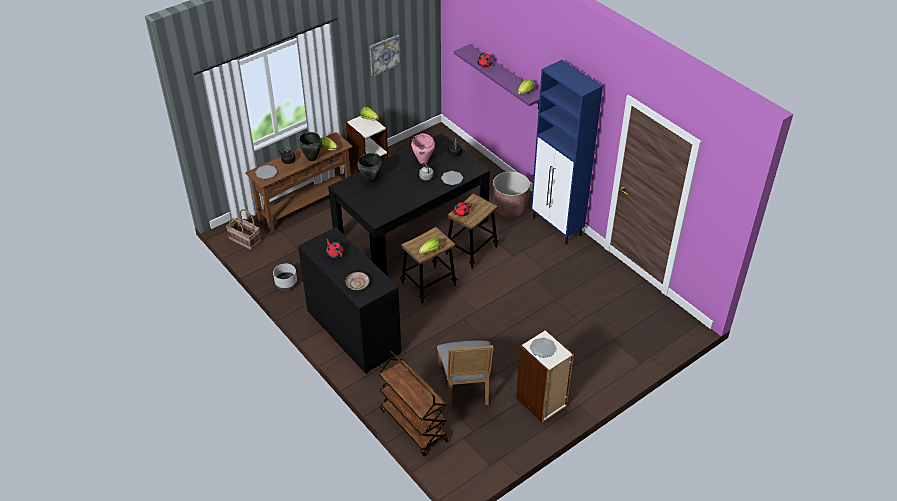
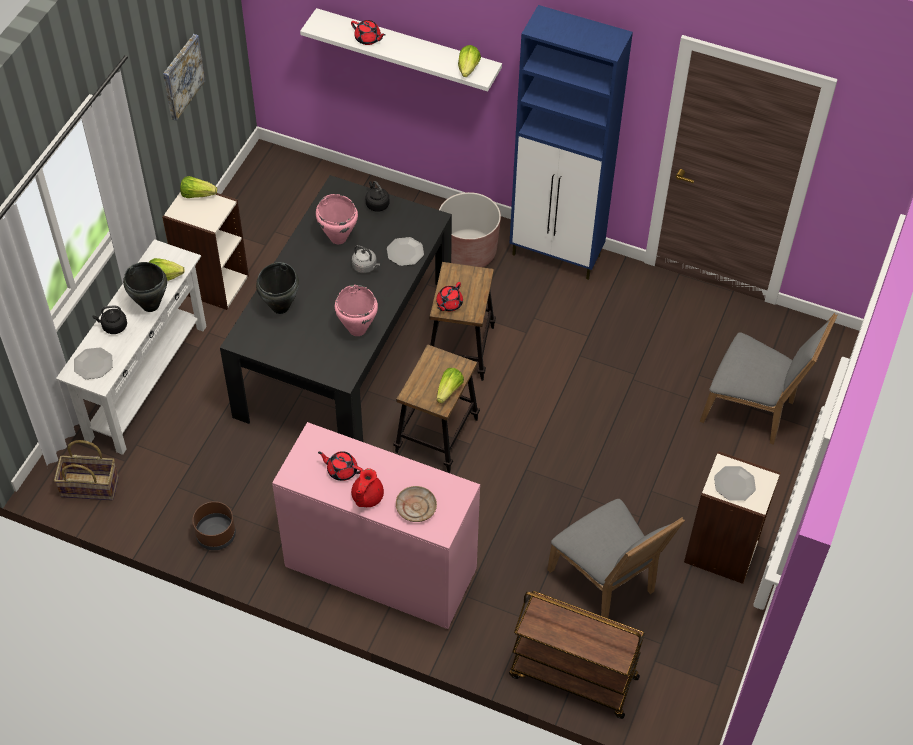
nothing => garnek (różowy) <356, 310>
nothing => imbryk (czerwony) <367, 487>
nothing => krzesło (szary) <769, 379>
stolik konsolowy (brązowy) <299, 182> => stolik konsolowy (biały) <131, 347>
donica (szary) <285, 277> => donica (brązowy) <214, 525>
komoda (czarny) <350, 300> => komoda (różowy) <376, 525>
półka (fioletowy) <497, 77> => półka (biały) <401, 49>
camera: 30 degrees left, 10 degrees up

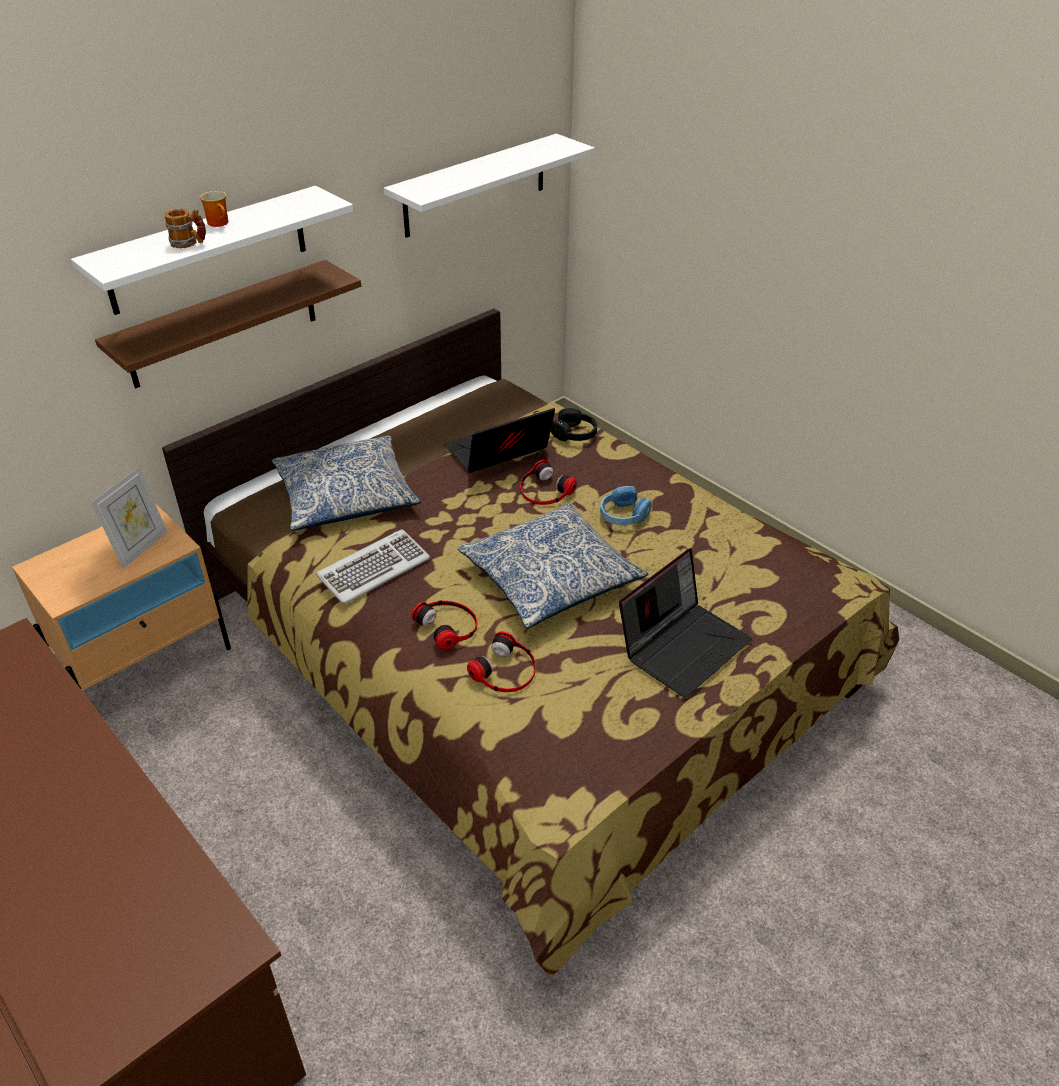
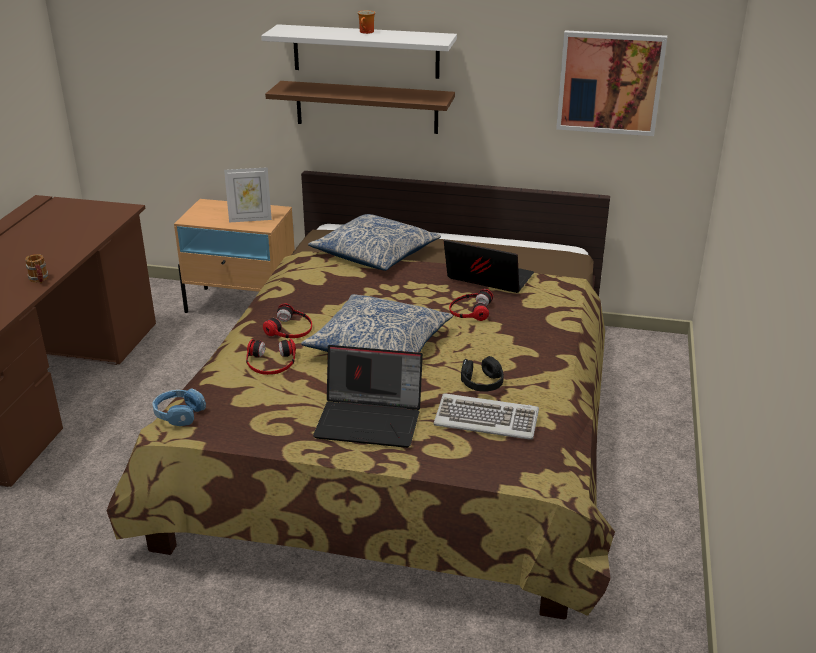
kubek <185, 228> => kubek <37, 269>, shifted
klawiatura <373, 566> => klawiatura <486, 416>, shifted
słuchawki (czarny) <574, 424> => słuchawki (czarny) <482, 374>, shifted
słuchawki (niebieski) <626, 505> => słuchawki (niebieski) <179, 407>, shifted
półka (biały) <489, 186> => obraz <611, 83>
camera: 55 degrees right, 10 degrees down

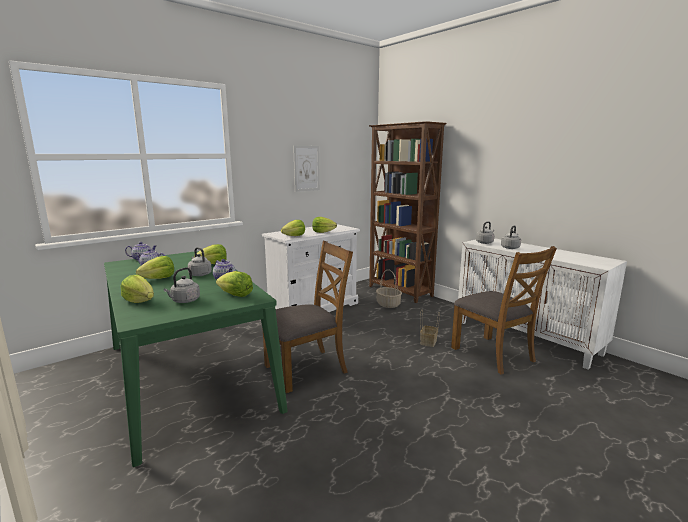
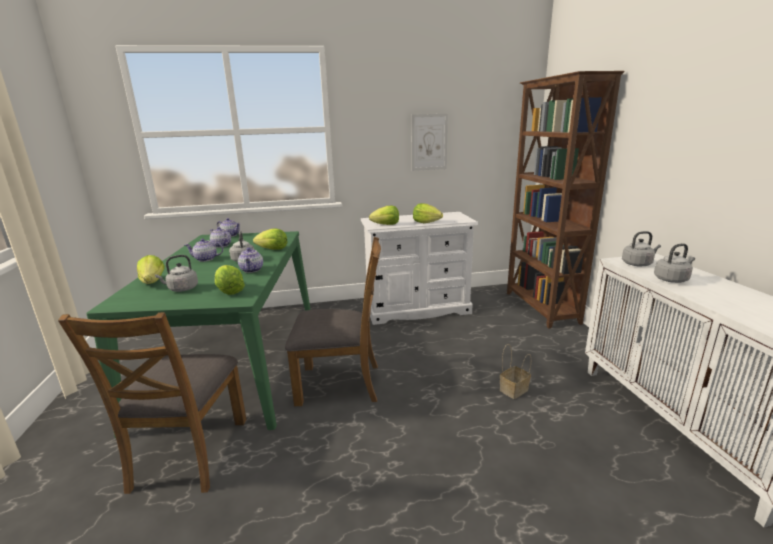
koszyk <389, 288> => nothing
krzesło (brązowy) <504, 310> => krzesło (brązowy) <152, 403>, shifted
sałata <155, 267> => imbryk <204, 250>
camera: 30 degrees right, 5 degrees up

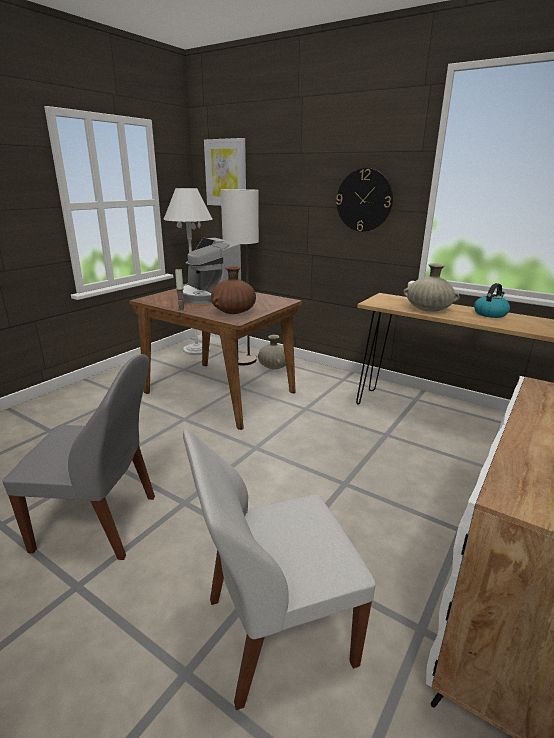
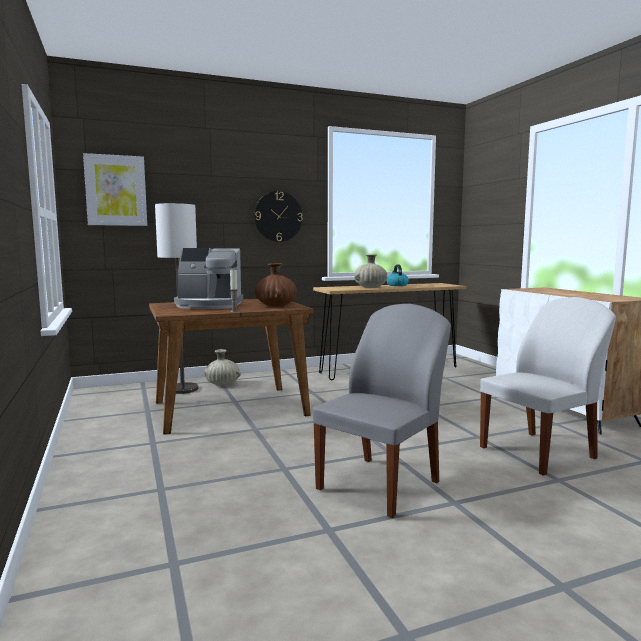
lampa stojąca (biały) <187, 271> => nothing
krzesło (biały) <279, 570> => krzesło (biały) <548, 386>, 135 degrees counterclockwise
camera: 55 degrees left, 15 degrees down

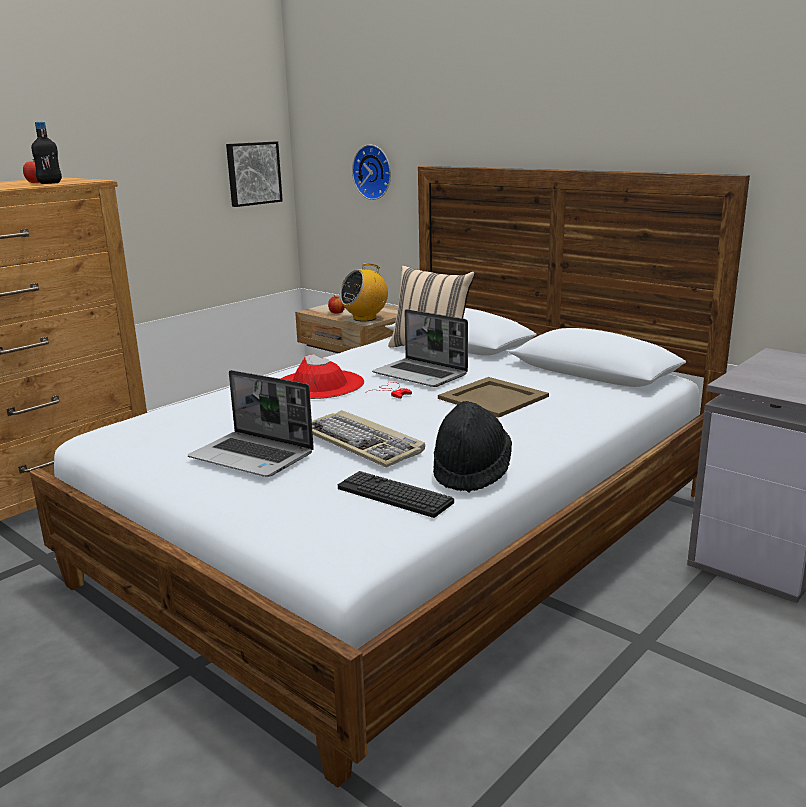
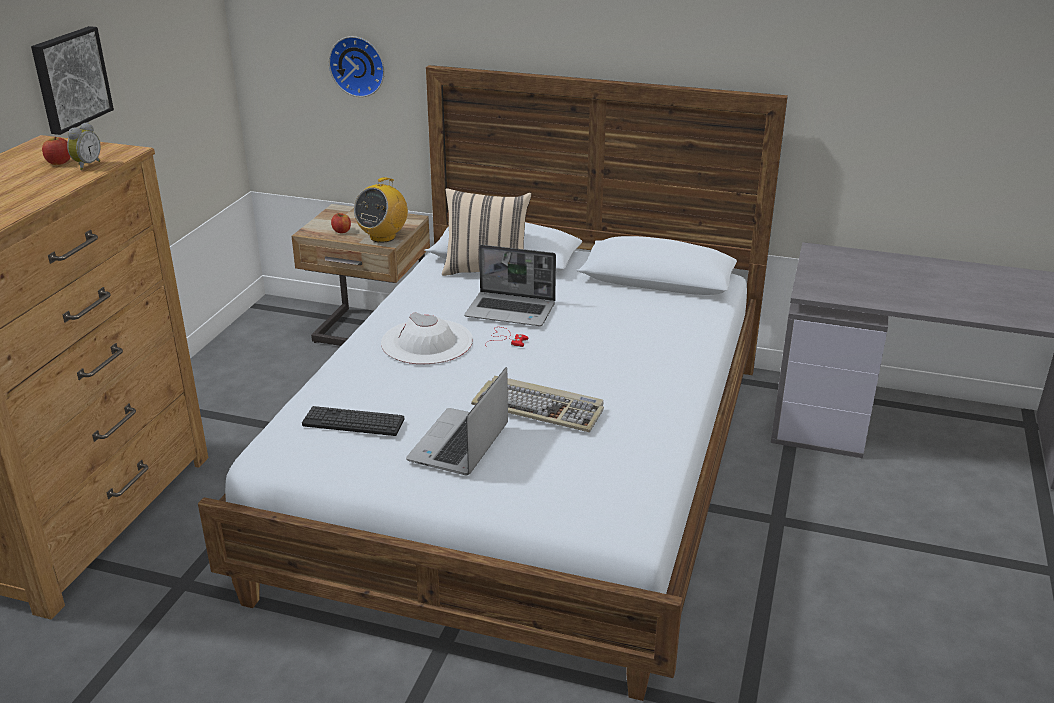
kapelusz (czarny) <472, 447> => nothing
taca (beżowy) <493, 397> => nothing
obraz <254, 174> => obraz <72, 80>, shifted
klawiatura <396, 494> => klawiatura <353, 421>, shifted
butelka (czarny) <46, 153> => budzik <84, 146>
kapelusz (czerwony) <322, 376> => kapelusz (biały) <427, 338>
laptop <251, 423> => laptop <457, 421>, 105 degrees clockwise
camera: 25 degrees left, 10 degrees up

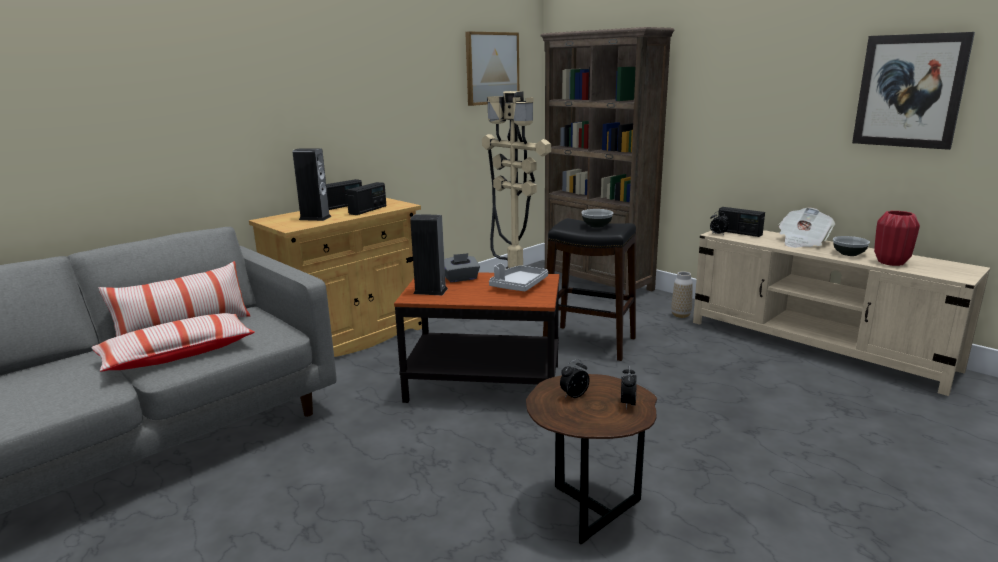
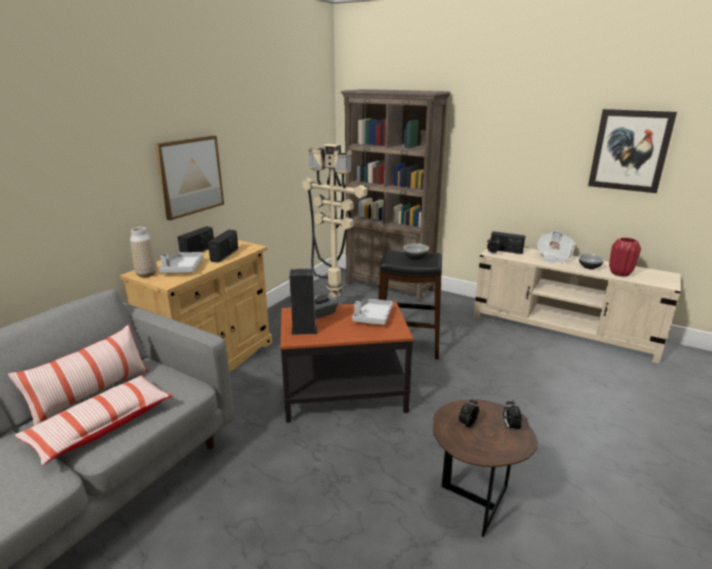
obraz <492, 69> => obraz <189, 178>, shifted
wazon <682, 294> => wazon <143, 252>, shifted
głośnik <312, 184> => taca (szary) <181, 262>
camera: 15 degrees left, 5 degrees up

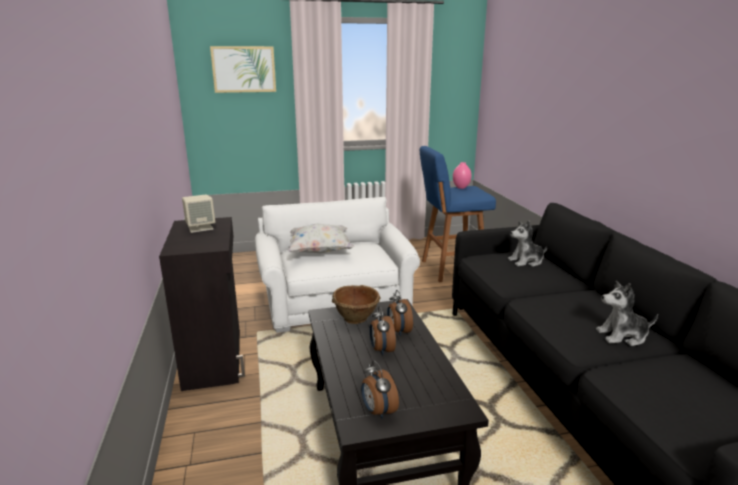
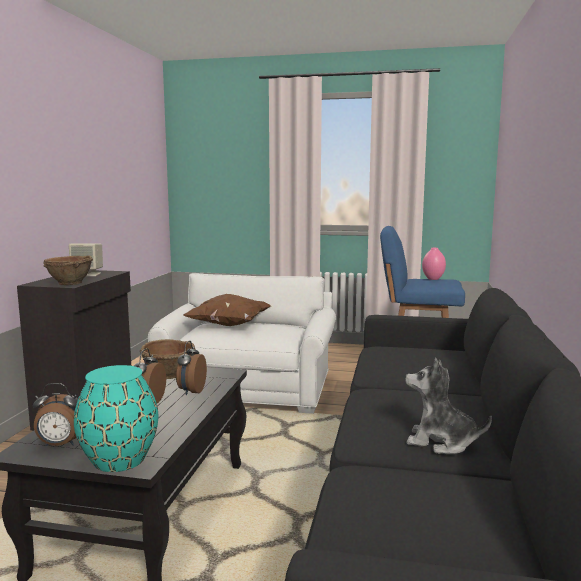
obraz <243, 69> => nothing
pluszak <527, 243> => nothing
nothing => miska (brązowy) <68, 270>
nothing => wazon (turkusowy) <116, 418>
poduszka (biały) <321, 238> => poduszka (brązowy) <227, 310>
budzik <380, 390> => budzik <55, 414>, 90 degrees counterclockwise
camera: 25 degrees right, 10 degrees down

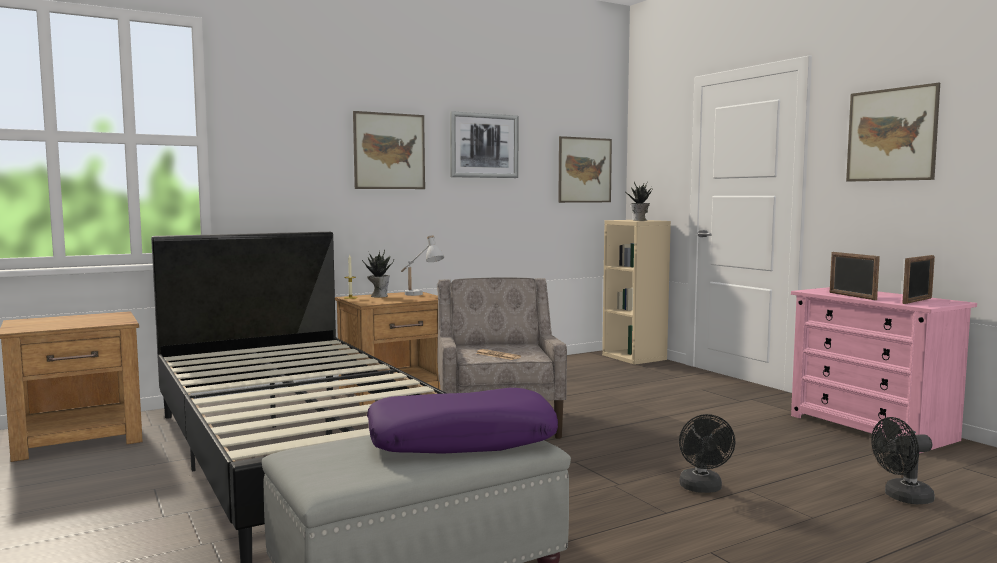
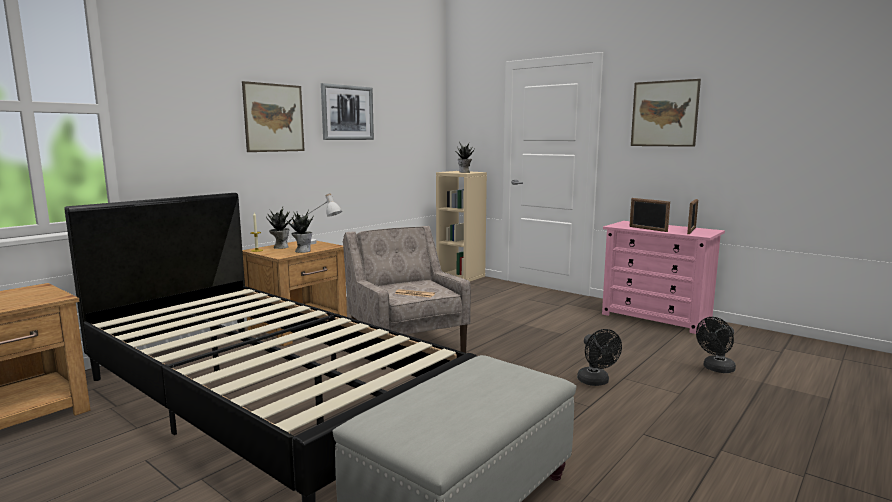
poduszka (fioletowy) <462, 421> => nothing
obraz <585, 169> => nothing
nothing => roślina doniczkowa <299, 231>
camera: 20 degrees left, 5 degrees up

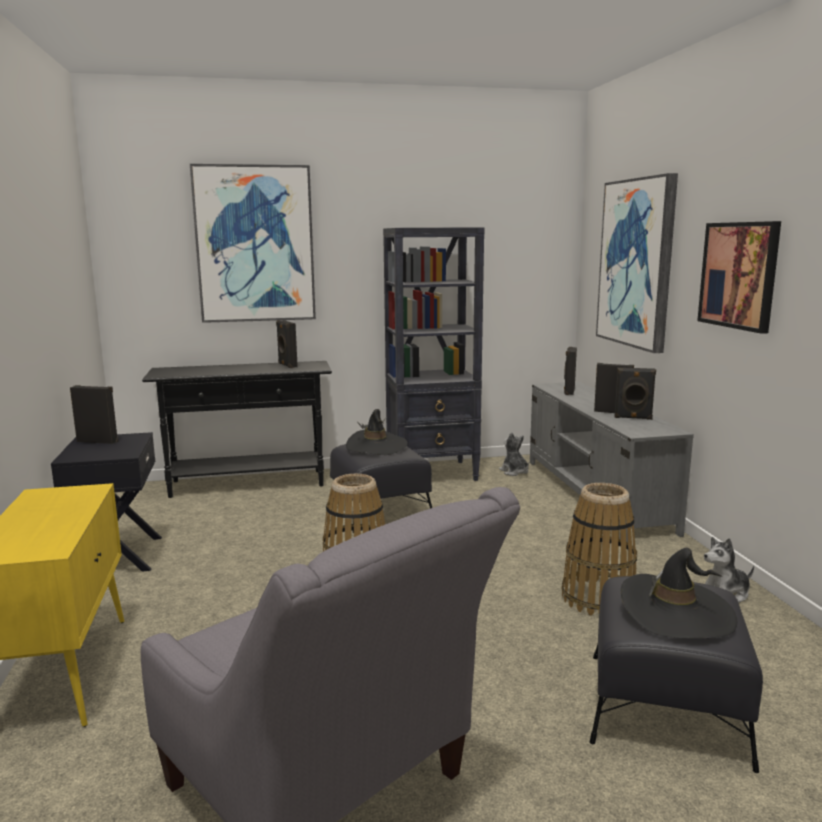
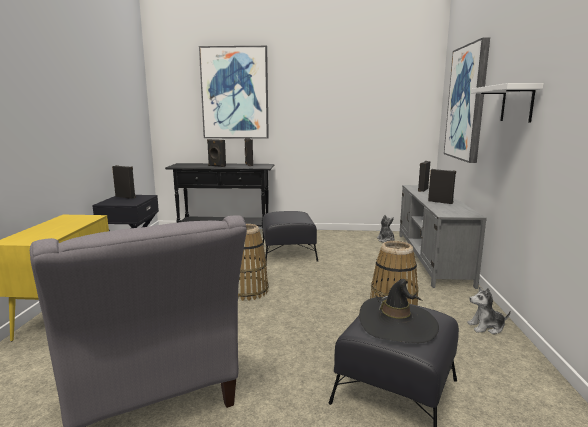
kapelusz (czarny) <377, 432> => nothing
regał (czarny) <434, 354> => nothing
głośnik (czarny) <635, 393> => głośnik (czarny) <216, 153>, shifted
obraz <739, 277> => półka (biały) <507, 103>
camera: 15 degrees right, 0 degrees up

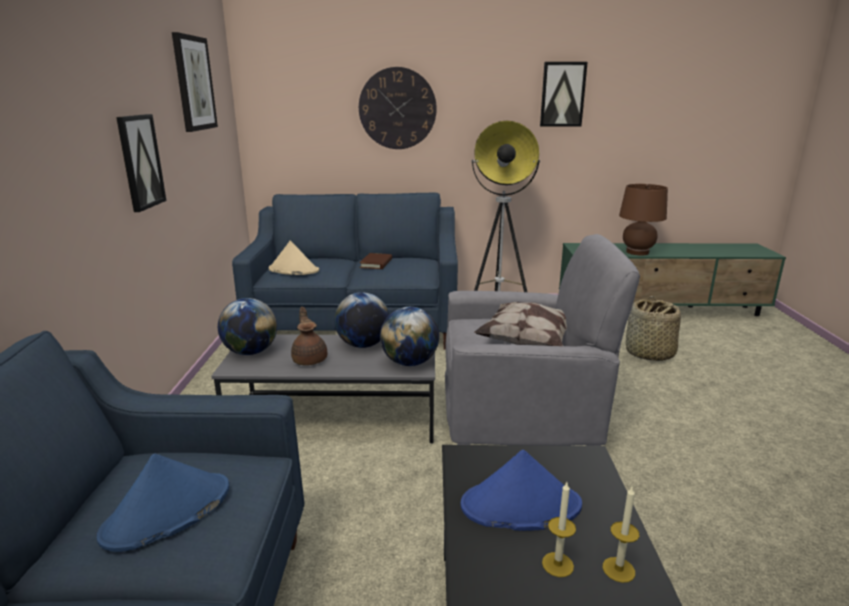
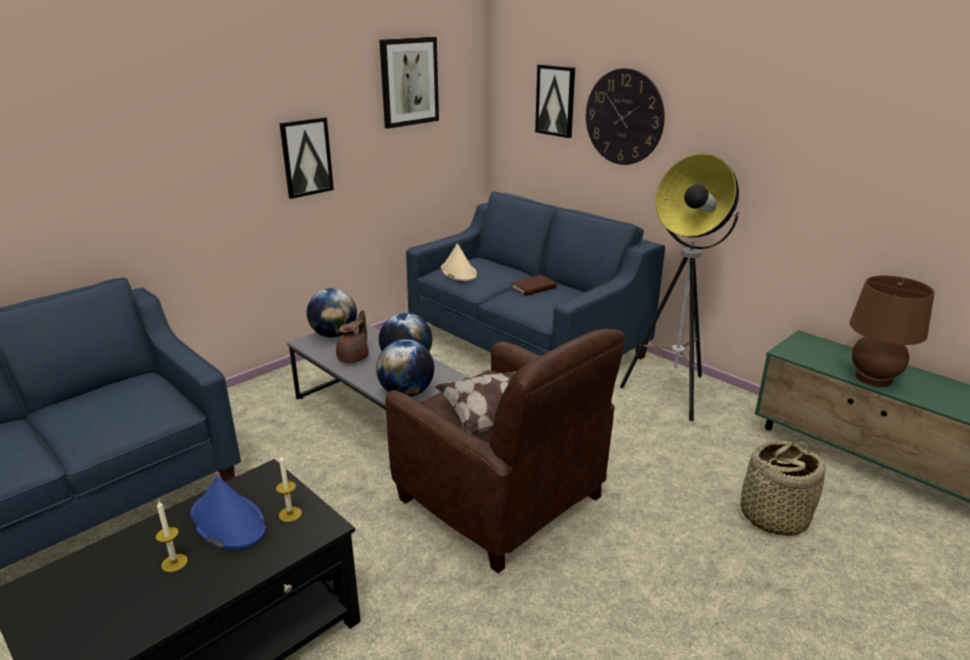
kapelusz (niebieski) <163, 502> => nothing
obraz <564, 94> => obraz <555, 101>, shifted
świeca <621, 535> => świeca <289, 488>, shifted
fotel (szary) <542, 340> => fotel (brązowy) <505, 451>
camera: 45 degrees right, 5 degrees up

